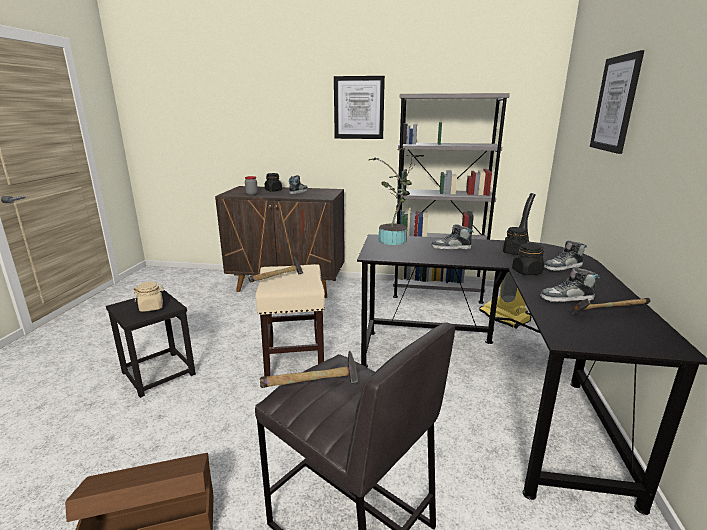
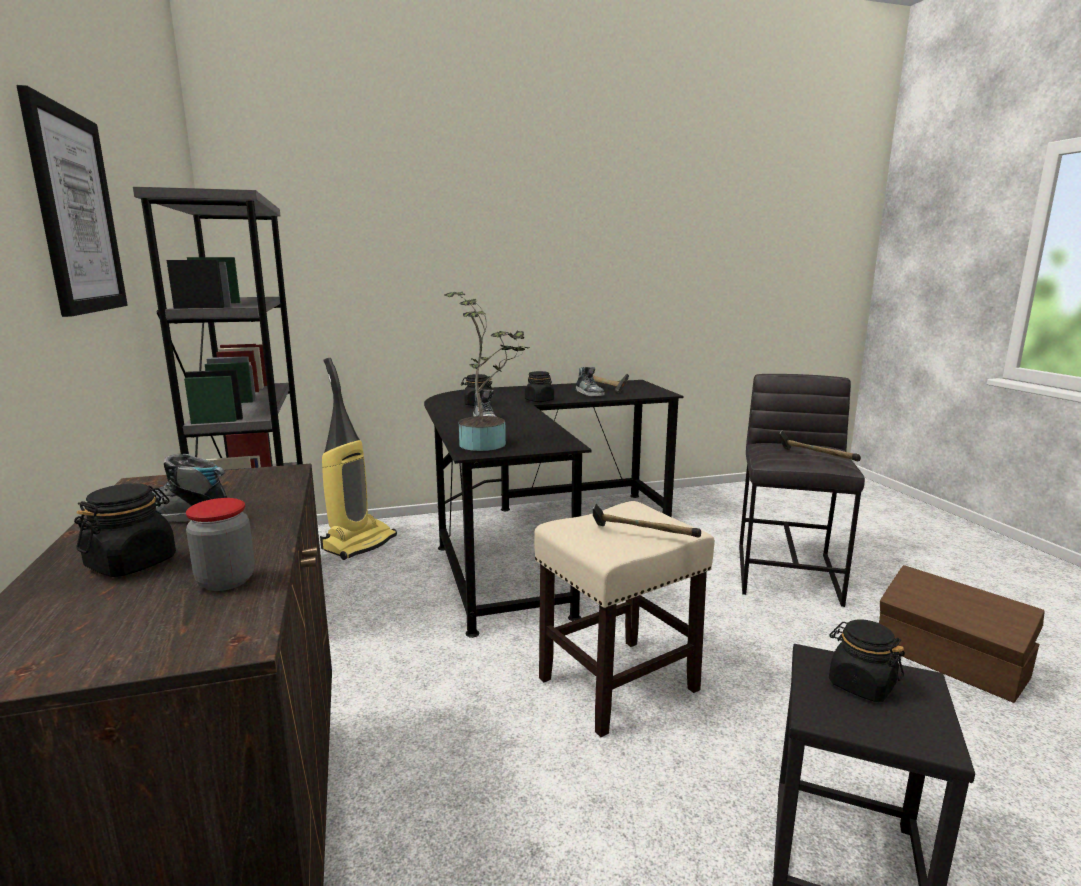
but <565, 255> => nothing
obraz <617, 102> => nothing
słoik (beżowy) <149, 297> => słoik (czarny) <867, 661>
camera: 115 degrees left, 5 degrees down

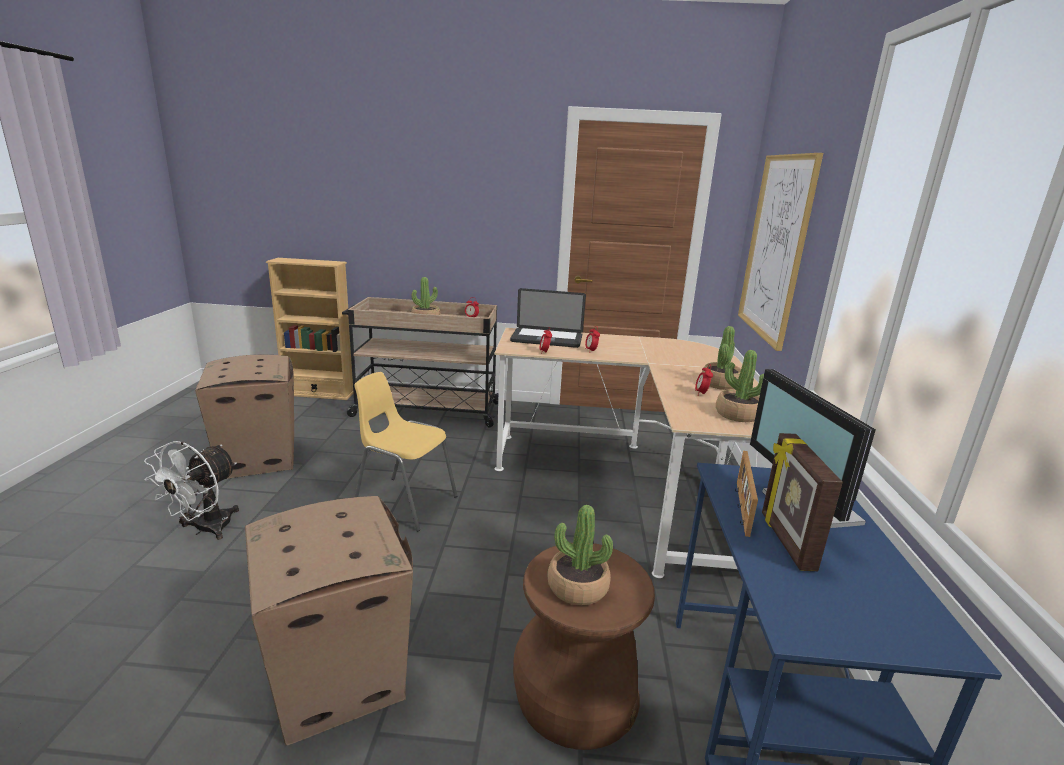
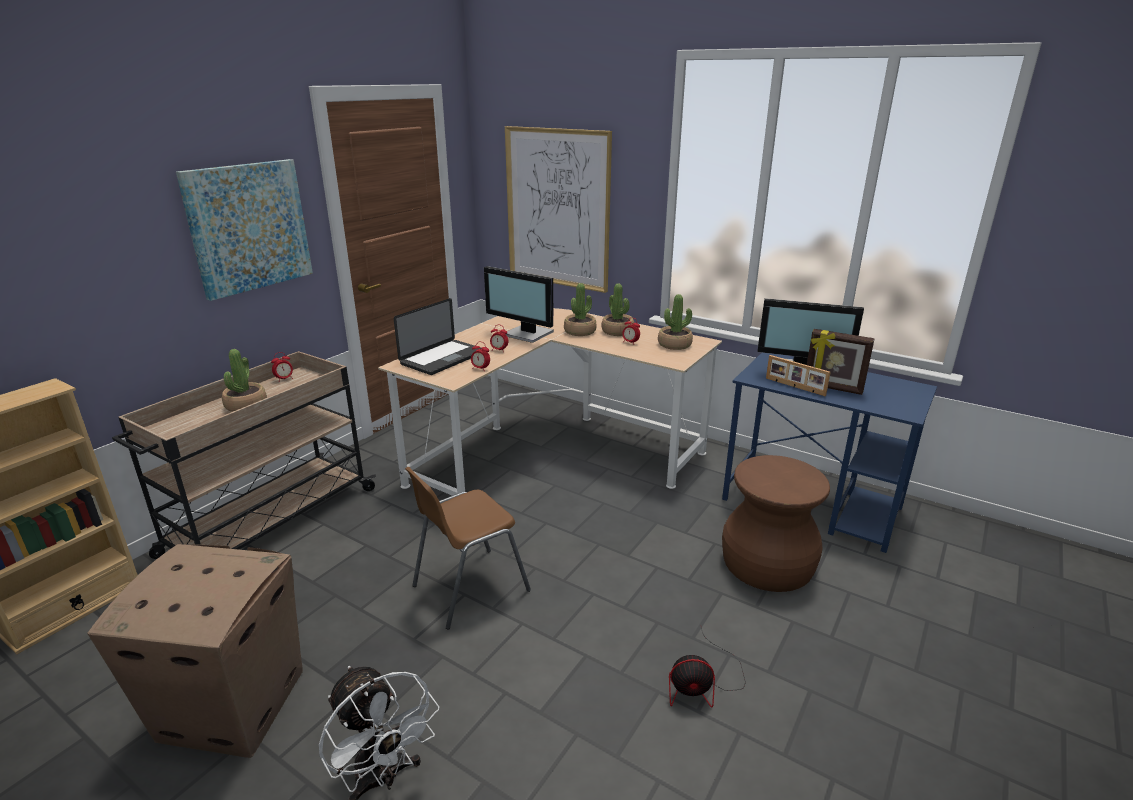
nothing => obraz <244, 230>
nothing => monitor <519, 304>
roślina doniczkowa <580, 555> => roślina doniczkowa <580, 309>, shifted
karton <329, 620> => wentylator <707, 667>
krzesło (żółty) <405, 452> => krzesło (brązowy) <468, 548>
camera: 60 degrees left, 5 degrees up

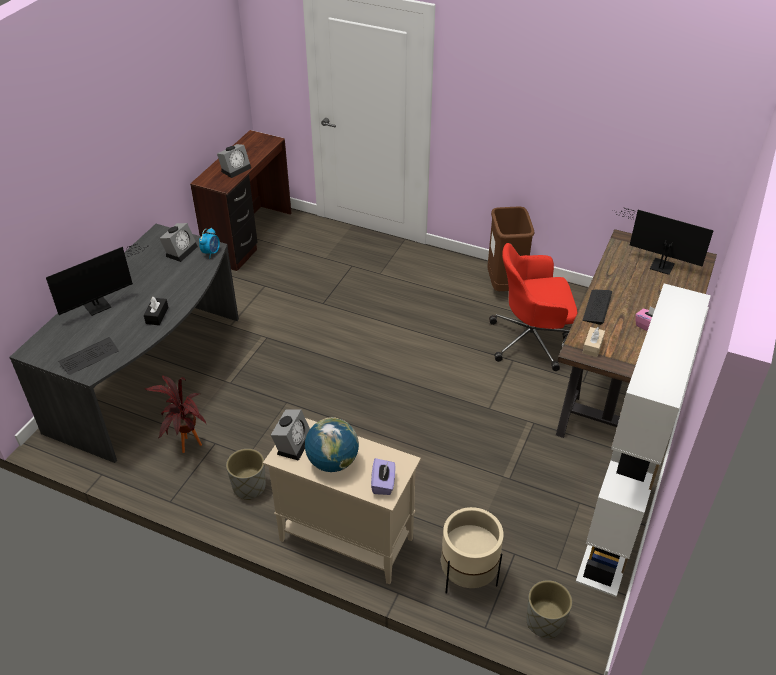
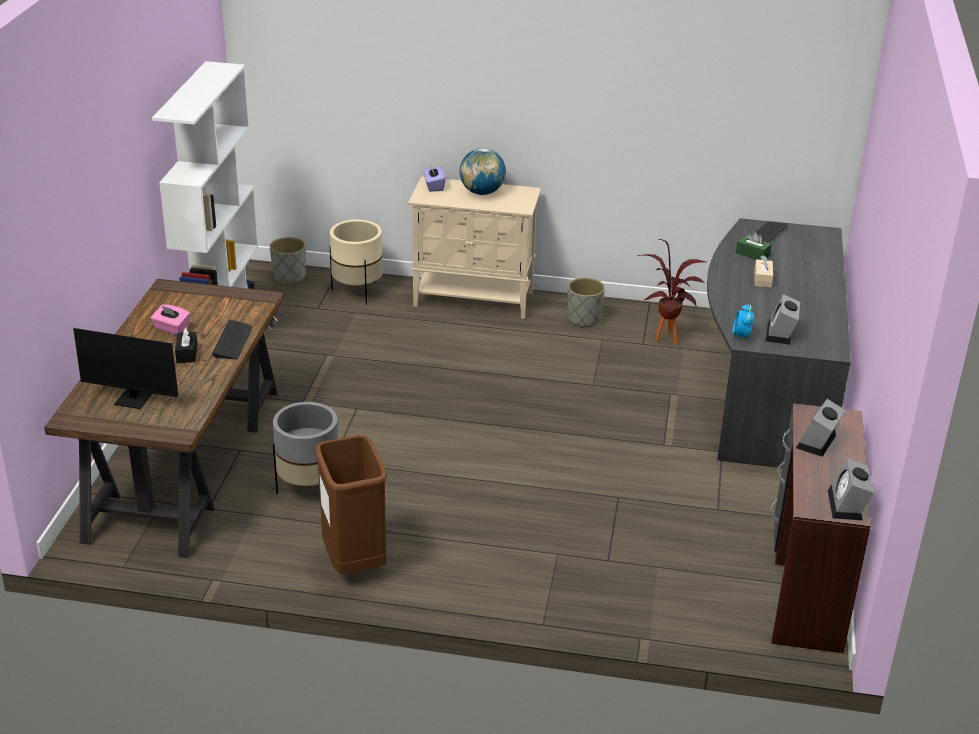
monitor <97, 280> => nothing
nothing => pudełko chusteczek (zielony) <754, 246>
pudełko chusteczek (czarny) <156, 311> => pudełko chusteczek (czarny) <186, 345>, shifted
budzik <290, 435> => budzik <851, 489>, shifted
pudełko chusteczek (beżowy) <593, 342> => pudełko chusteczek (beżowy) <763, 271>, shifted
krzesło biurowe (czerwony) <533, 307> => donica (szary) <305, 448>
camera: 165 degrees right, 10 degrees down

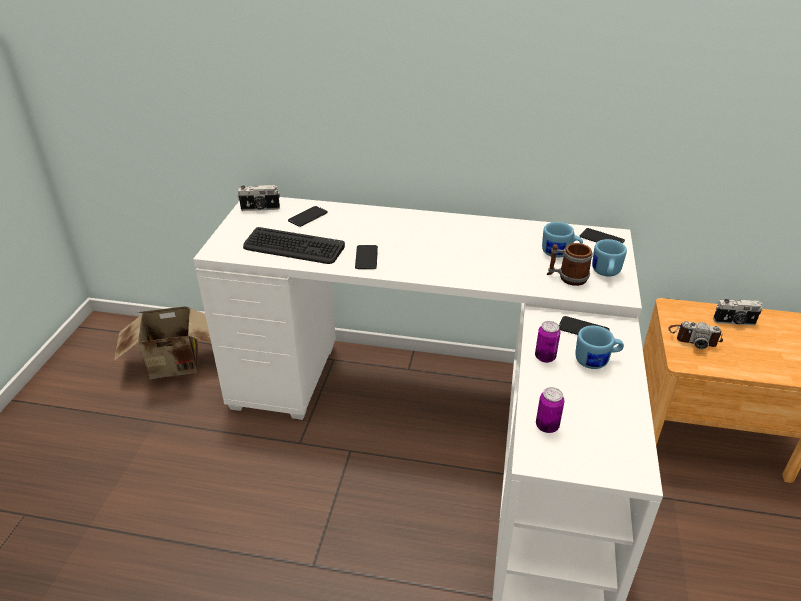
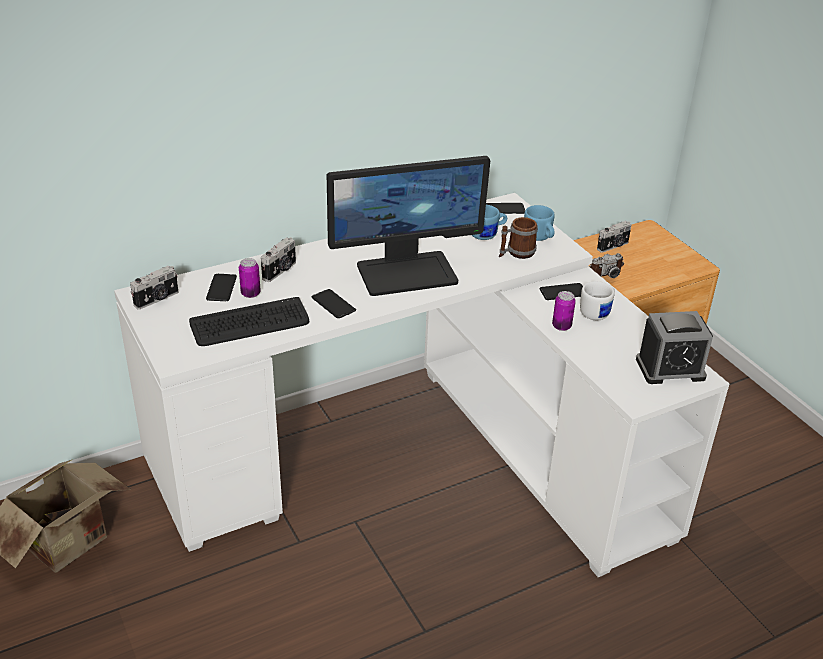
nothing => aparat fotograficzny <278, 259>
nothing => monitor <408, 226>
nothing => budzik <674, 347>
puszka <550, 410> => puszka <250, 278>, shifted
kubek (niebieski) <599, 347> => kubek (biały) <597, 300>
camera: 40 degrees left, 0 degrees up

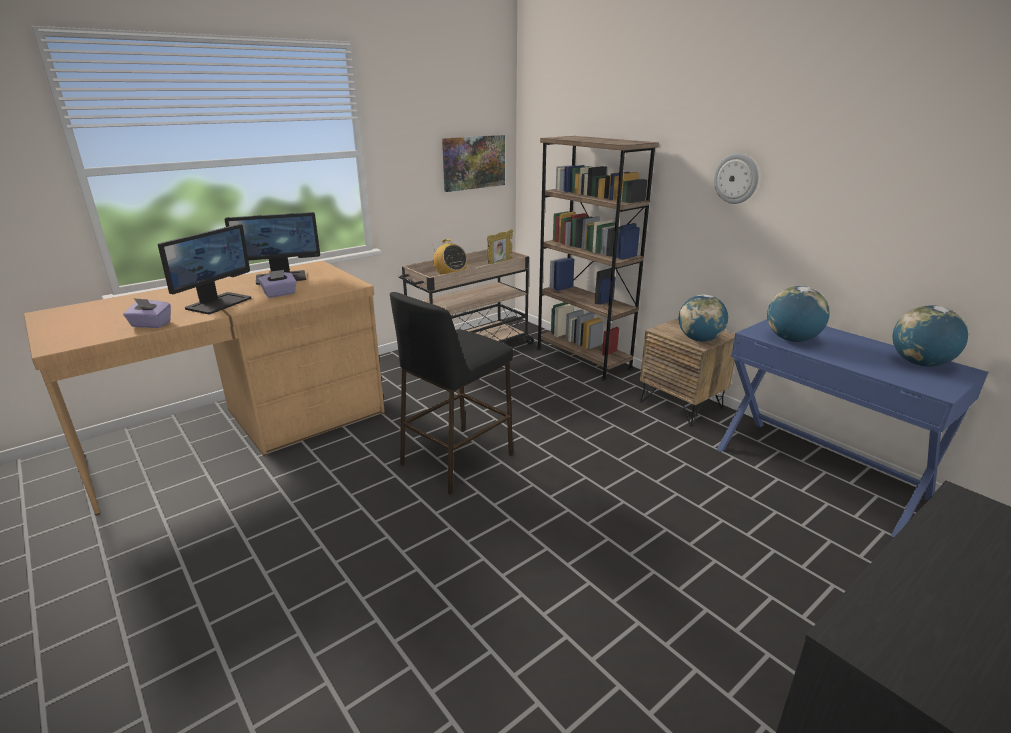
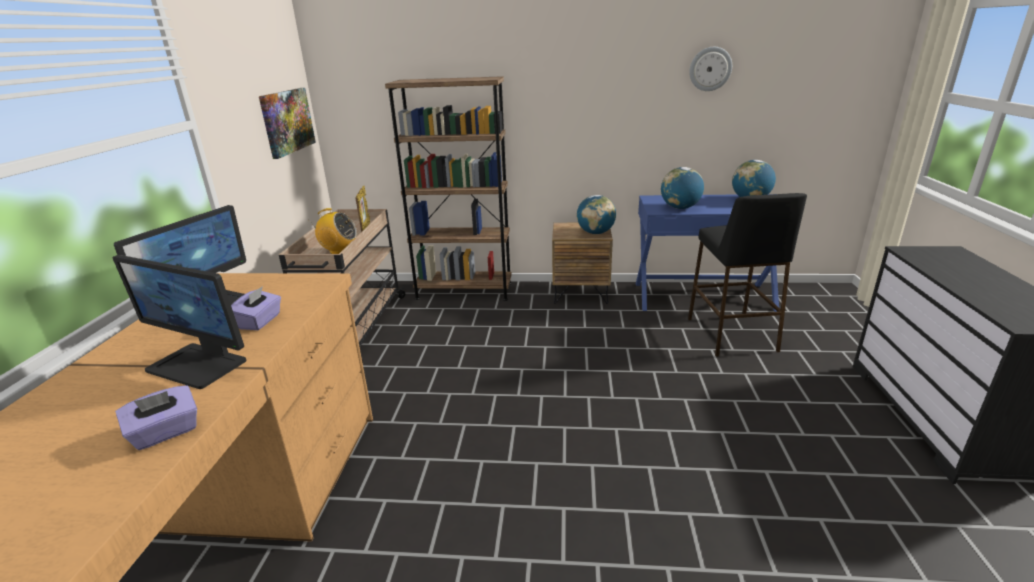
stołek (czarny) <451, 393> => stołek (czarny) <747, 274>, shifted
zegar ścienny <736, 178> => zegar ścienny <710, 69>, shifted
monitor <205, 269> => monitor <179, 322>, 135 degrees clockwise
camera: 45 degrees left, 0 degrees up

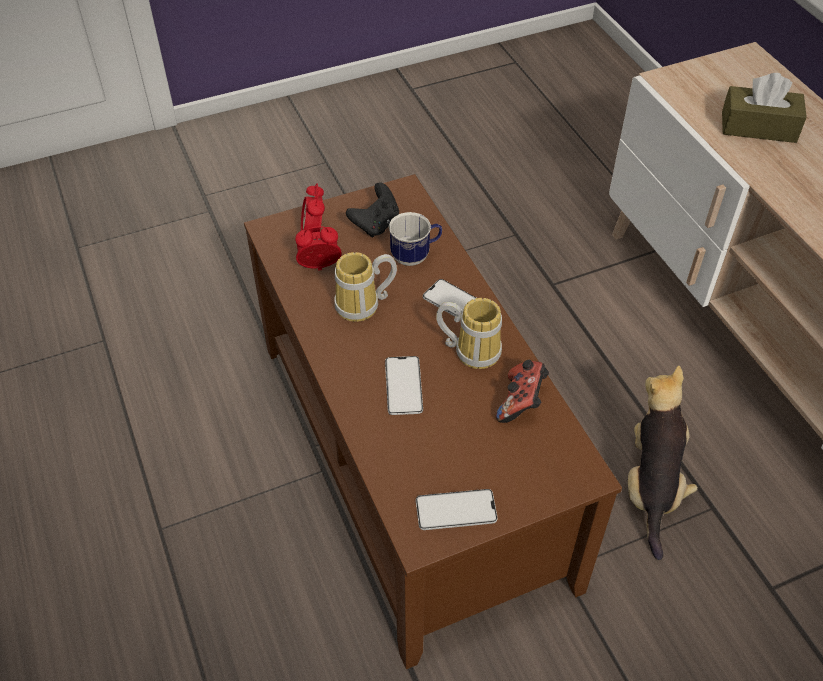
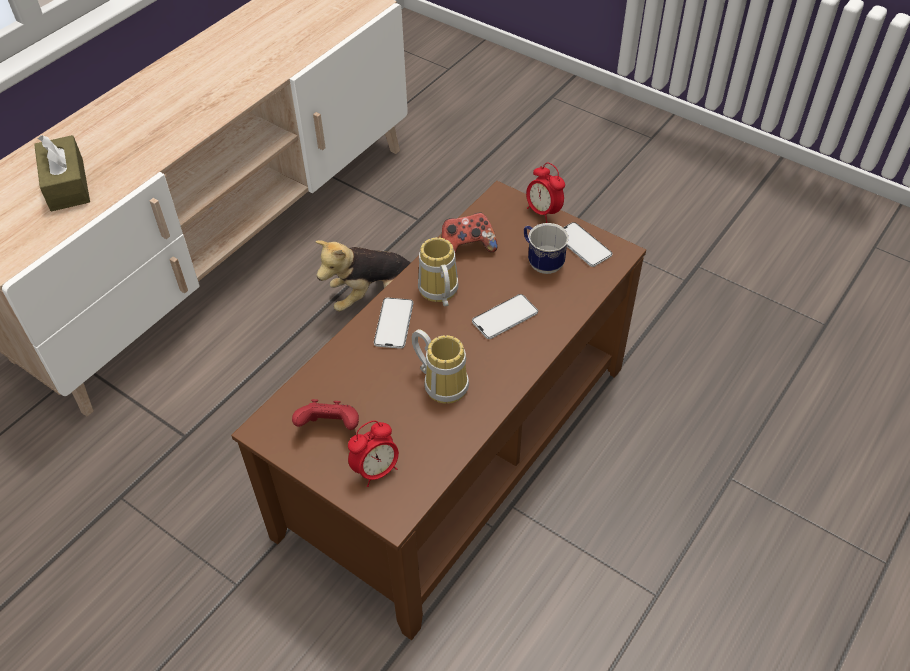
budzik <318, 248> => budzik <545, 192>, shifted
kubek <415, 239> => kubek <546, 248>, shifted
pad do gier (czarny) <372, 210> => pad do gier (czerwony) <325, 414>
camera: 120 degrees left, 0 degrees up

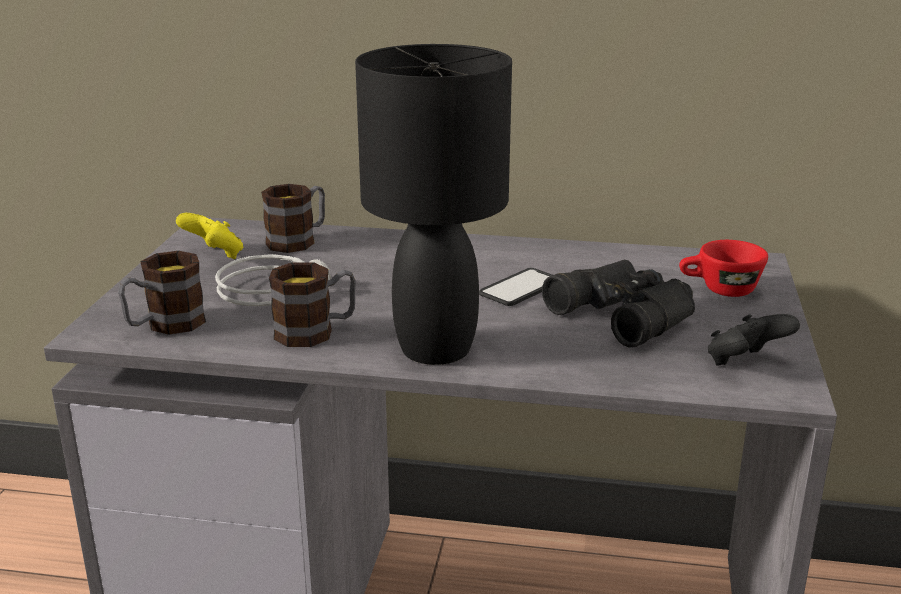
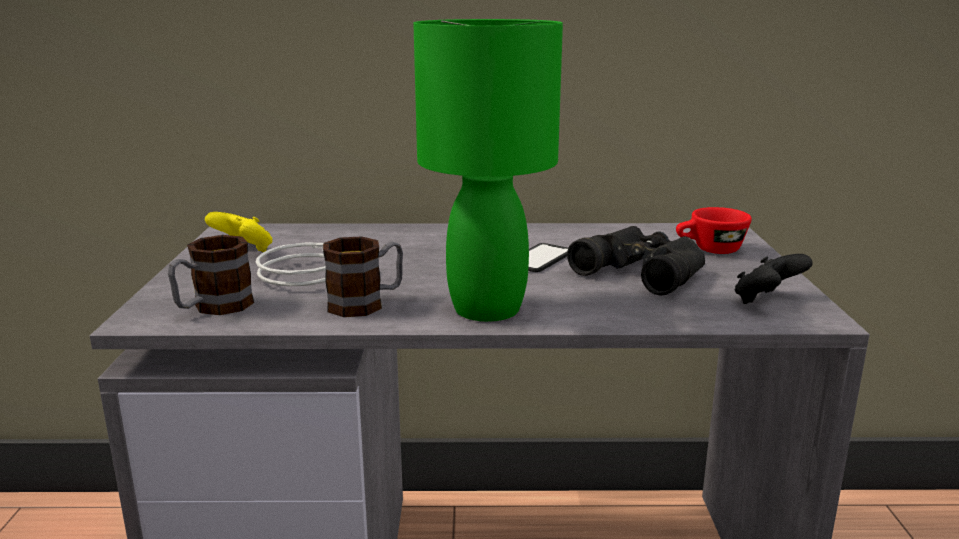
kubek <293, 218> => nothing
lampa stołowa (czarny) <433, 204> => lampa stołowa (zielony) <488, 170>
camera: 10 degrees left, 5 degrees down

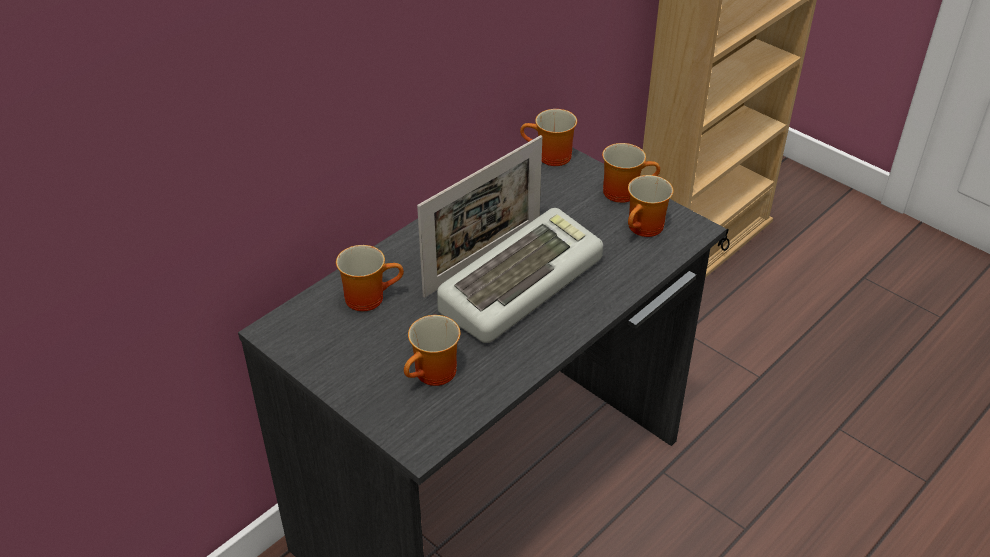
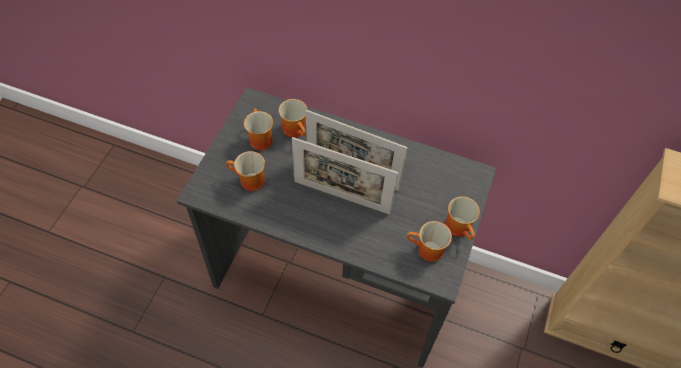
kubek <548, 137> => kubek <258, 129>, shifted
klawiatura <520, 275> => ramka na zdjęcie <345, 176>
camera: 65 degrees right, 15 degrees up

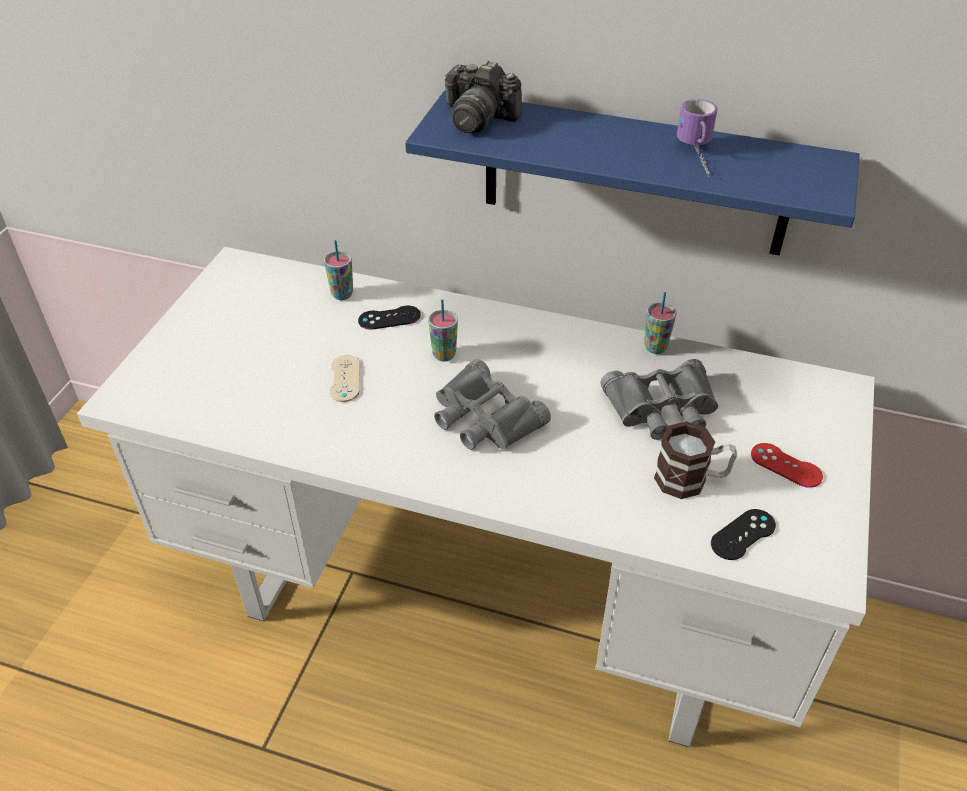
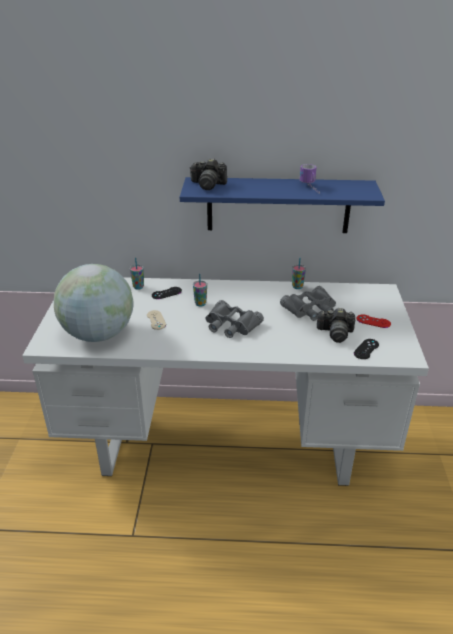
nothing => globus <94, 303>
kubek <695, 460> => aparat fotograficzny <335, 325>
camera: 15 degrees left, 10 degrees down

